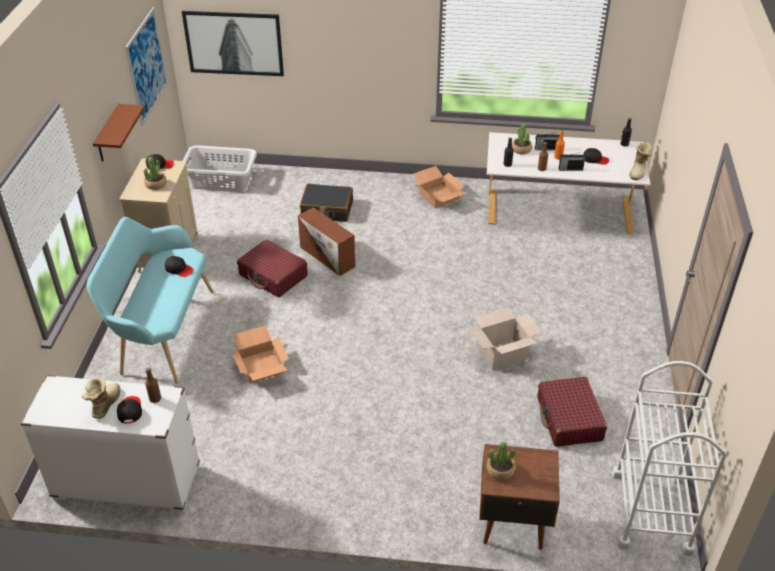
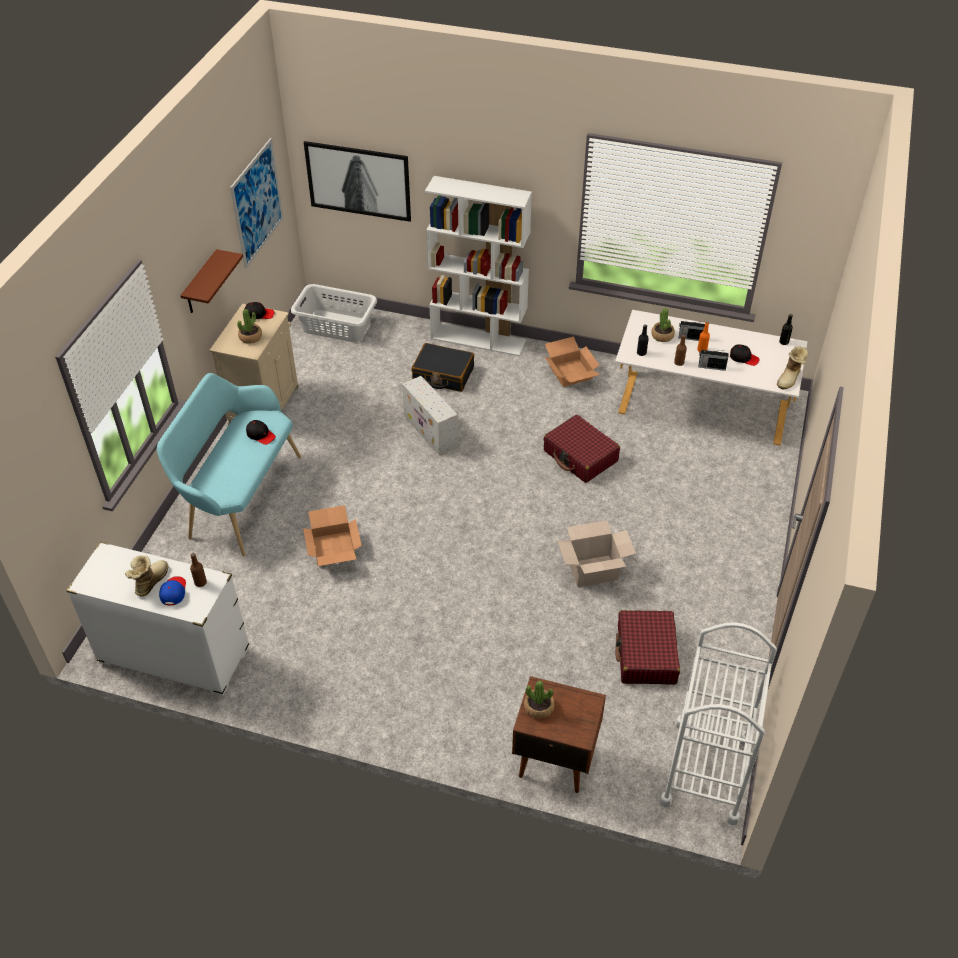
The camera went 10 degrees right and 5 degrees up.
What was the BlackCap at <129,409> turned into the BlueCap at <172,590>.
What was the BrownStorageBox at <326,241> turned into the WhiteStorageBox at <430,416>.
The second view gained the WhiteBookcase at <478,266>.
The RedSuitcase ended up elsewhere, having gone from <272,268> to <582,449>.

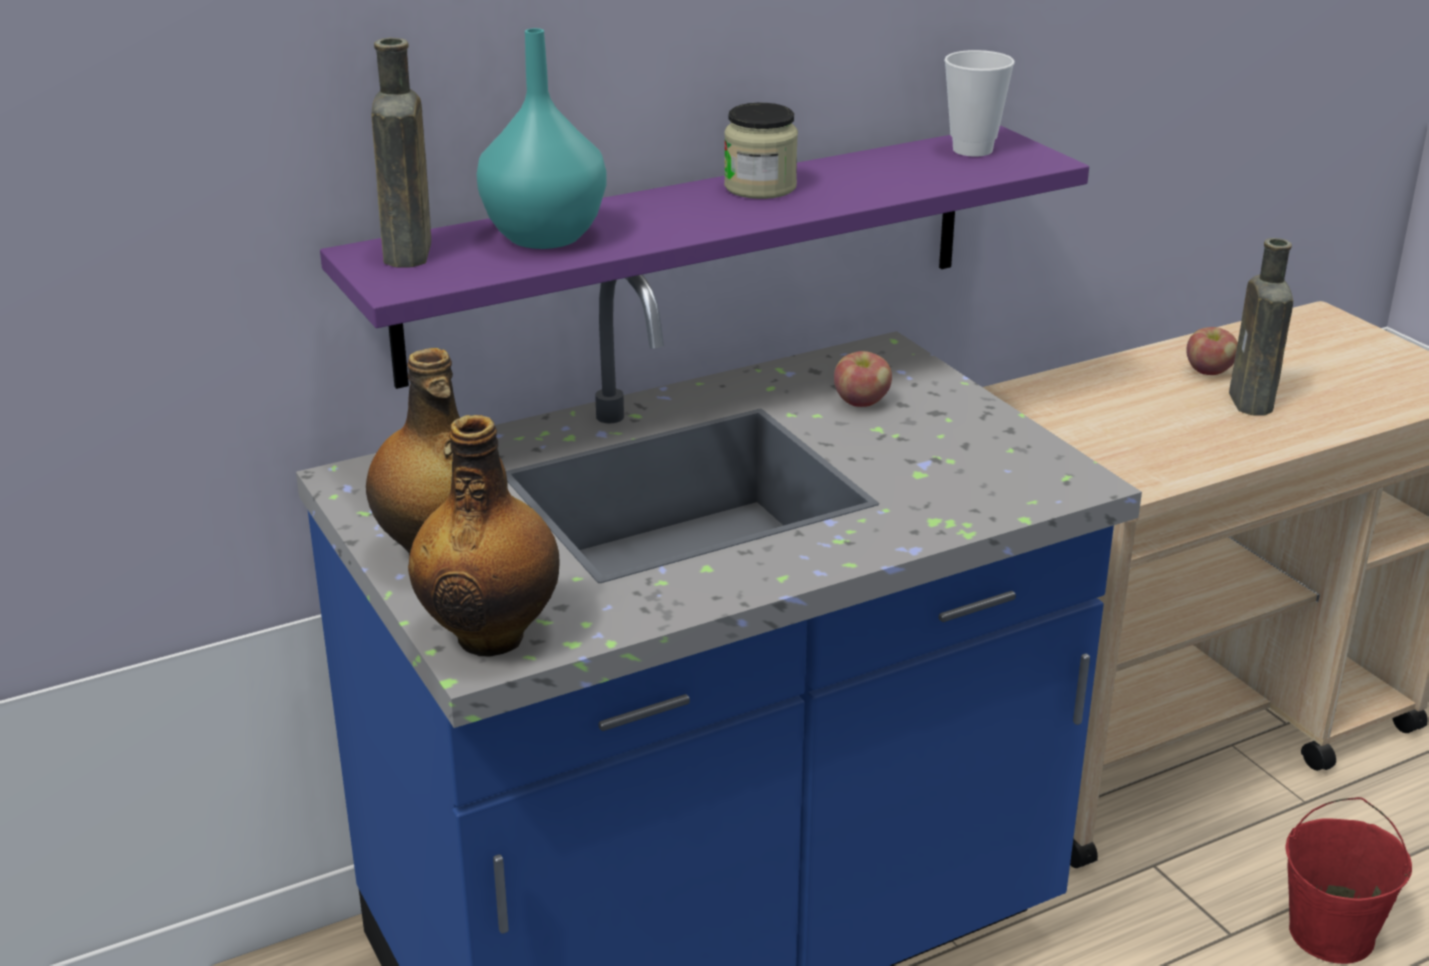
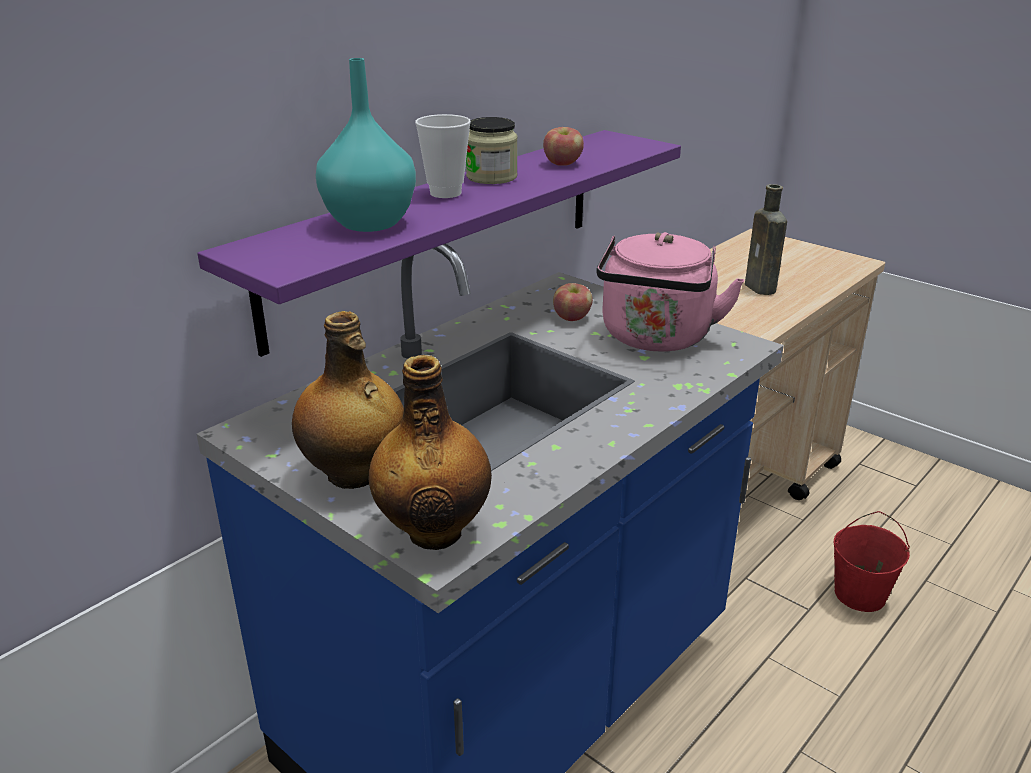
The camera went 20 degrees left and 0 degrees up.
The Cup ended up elsewhere, having gone from <979,103> to <443,156>.
The Apple ended up elsewhere, having gone from <1212,351> to <563,146>.
The second view gained the PinkKettle at <670,292>.
The second view lost the BrownBottle at <401,153>.

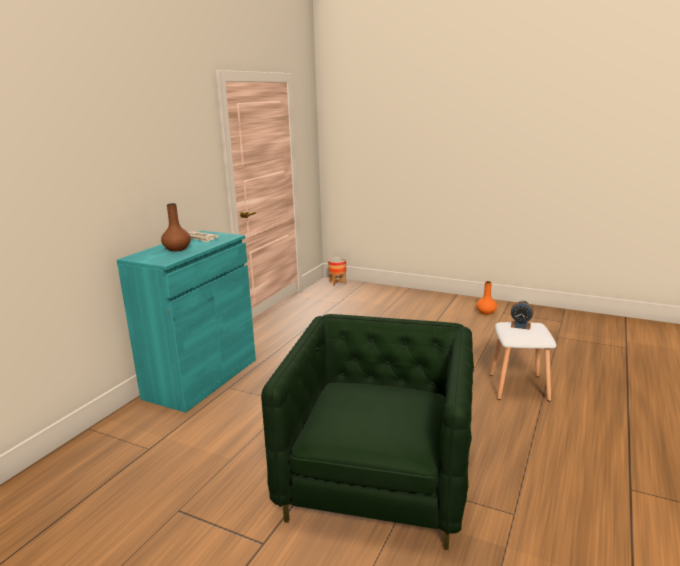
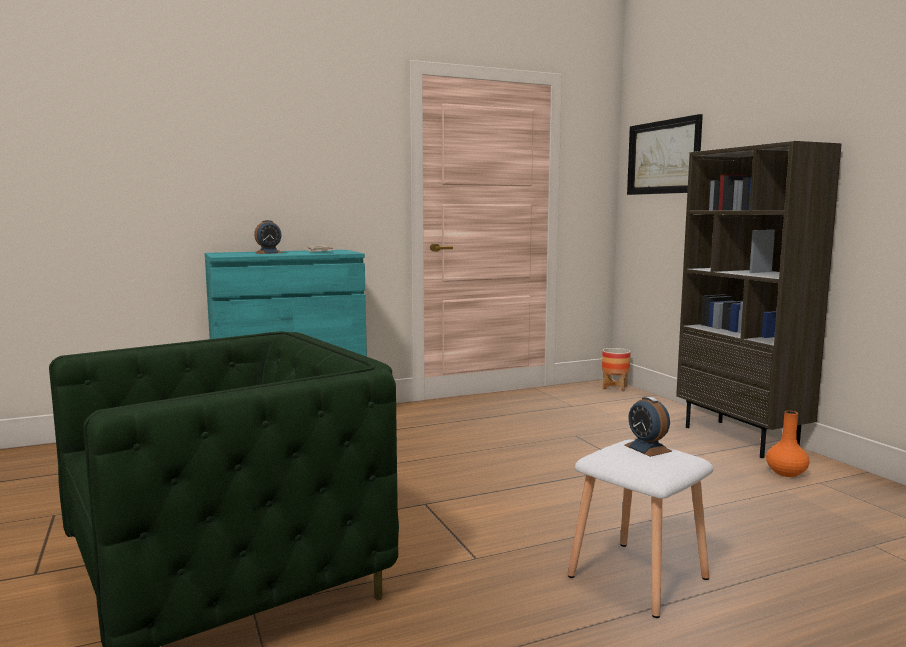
The camera went 40 degrees right and 10 degrees down.
Where the BrownVase stood at <176,227>, the AlarmClock came to stand at <268,237>.
The second view gained the Picture at <665,154>.
The second view gained the BrownBookcase at <759,299>.

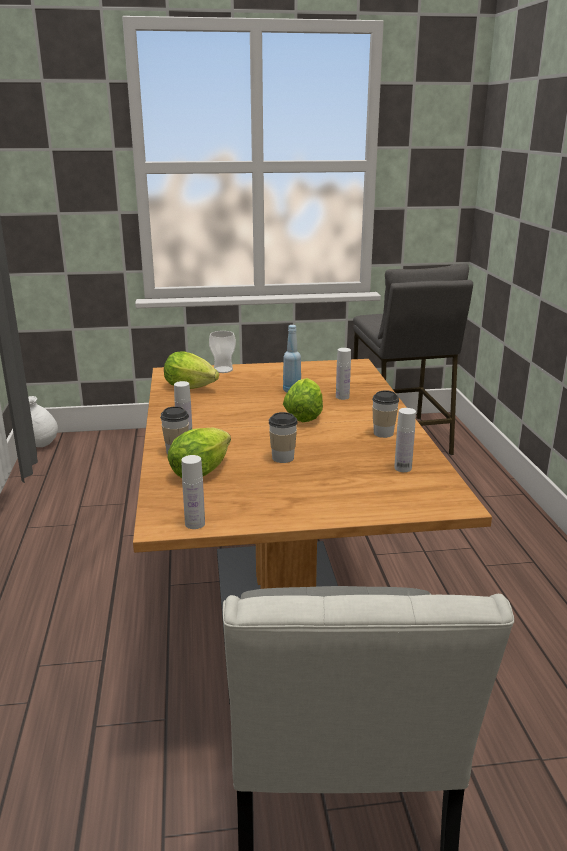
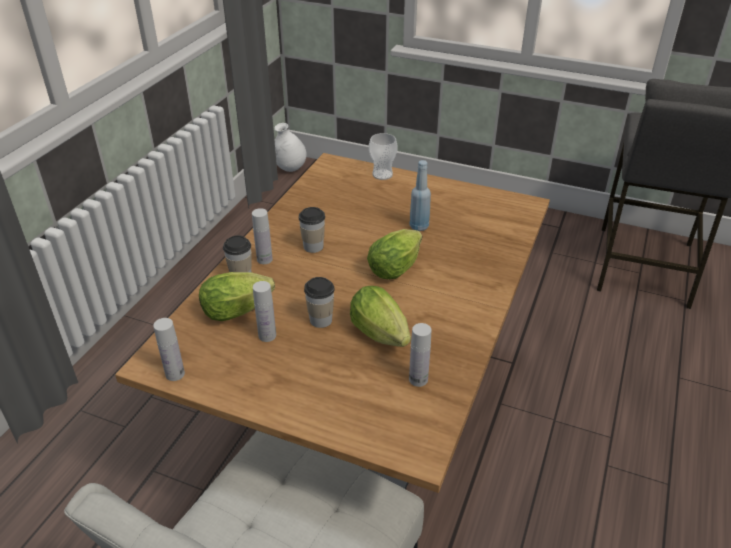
The camera went 30 degrees right and 15 degrees up.
The WhiteBottle ended up elsewhere, having gone from <343,374> to <264,311>.
The Cup ended up elsewhere, having gone from <385,414> to <312,230>.
The Lettuce ended up elsewhere, having gone from <191,370> to <380,316>.

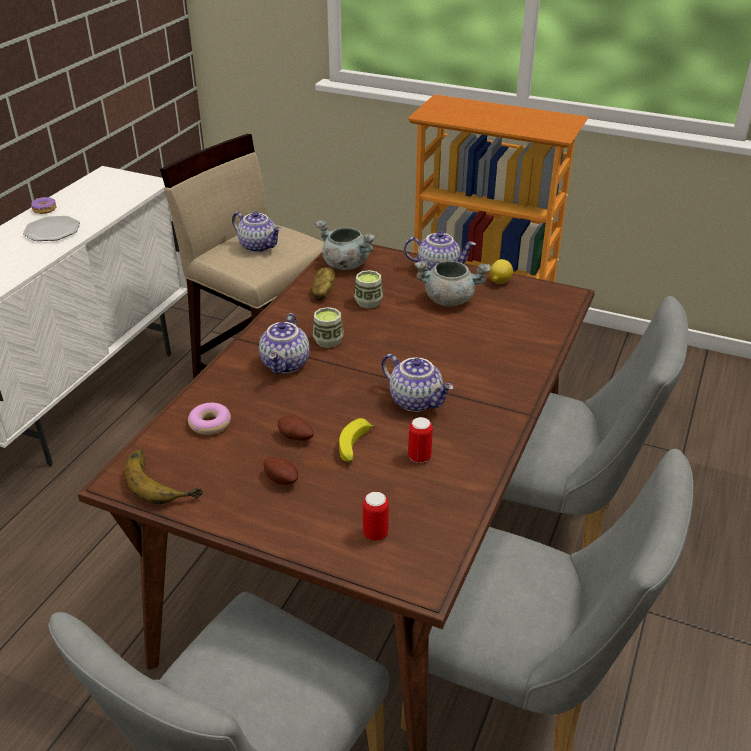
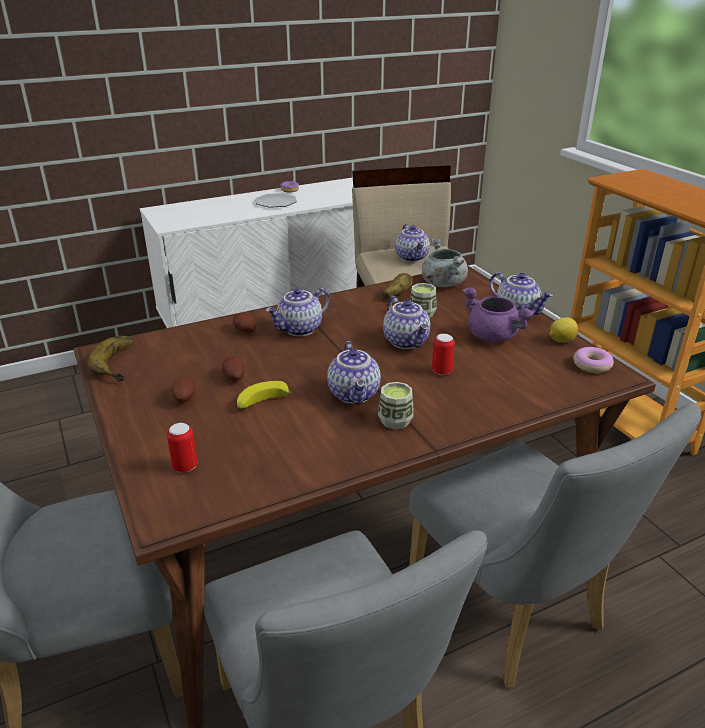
The camera went 40 degrees right and 5 degrees down.
The second view gained the Potato at <244,322>.
The Cup ended up elsewhere, having gone from <328,327> to <396,406>.
The second view gained the Teapot at <406,322>.
The Can ended up elsewhere, having gone from <420,440> to <443,354>.
What was the GreyCookingPot at <453,283> turned into the PurpleCookingPot at <499,314>.
The Donut ended up elsewhere, having gone from <209,419> to <593,360>.

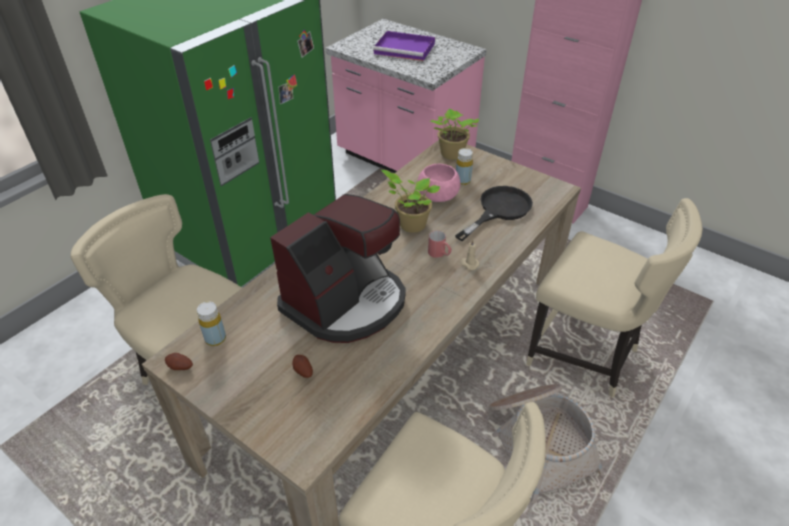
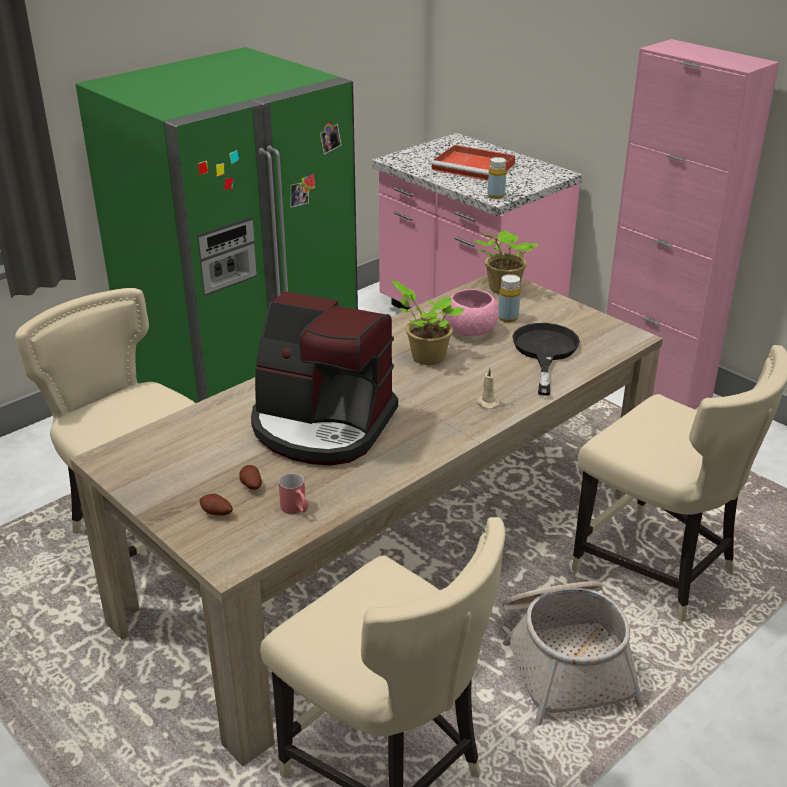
The camera went 10 degrees right and 10 degrees down.
The Potato ended up elsewhere, having gone from <179,361> to <216,505>.
The CoffeeMachine at <338,268> ended up facing another way, 60 degrees clockwise from before.
The RedMug ended up elsewhere, having gone from <440,244> to <294,493>.
What was the PurpleTray at <404,46> turned into the RedTray at <473,163>.
The YellowBottle ended up elsewhere, having gone from <211,323> to <497,178>.
The BlackFryingPan at <494,213> ended up facing another way, 45 degrees counterclockwise from before.

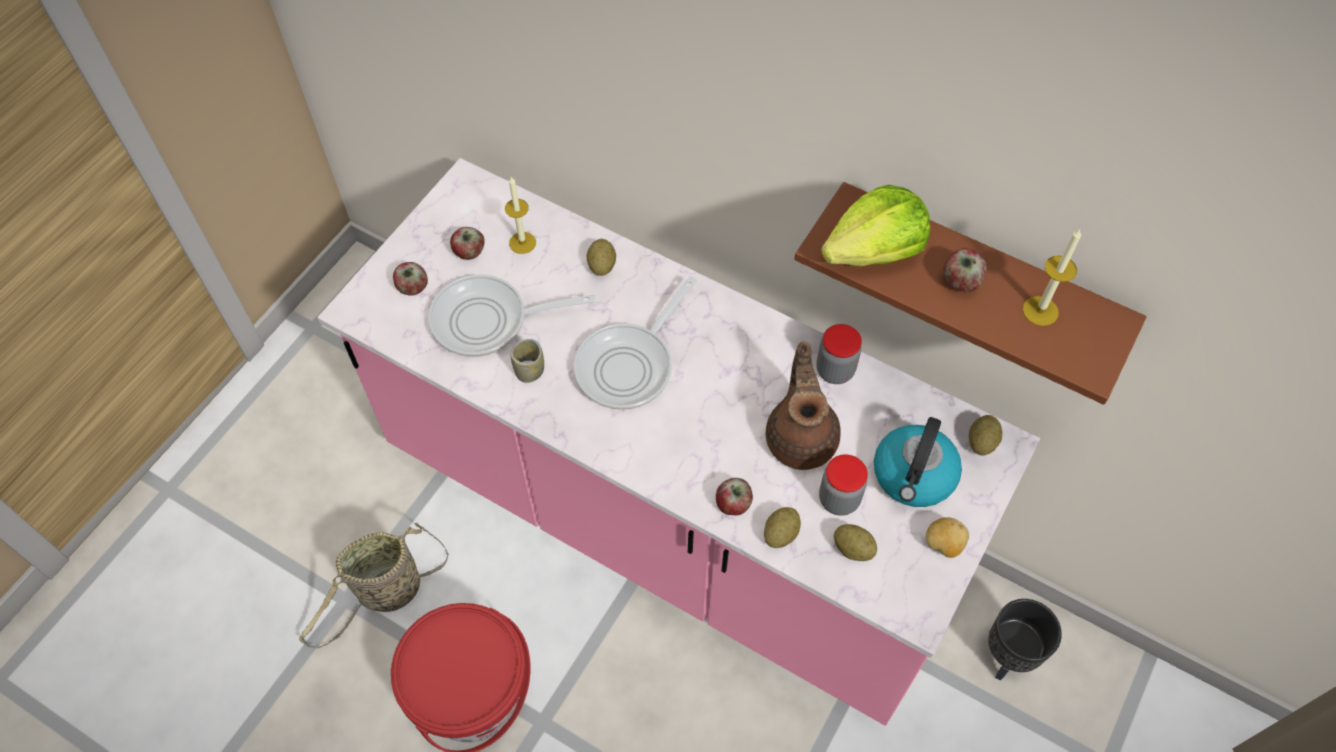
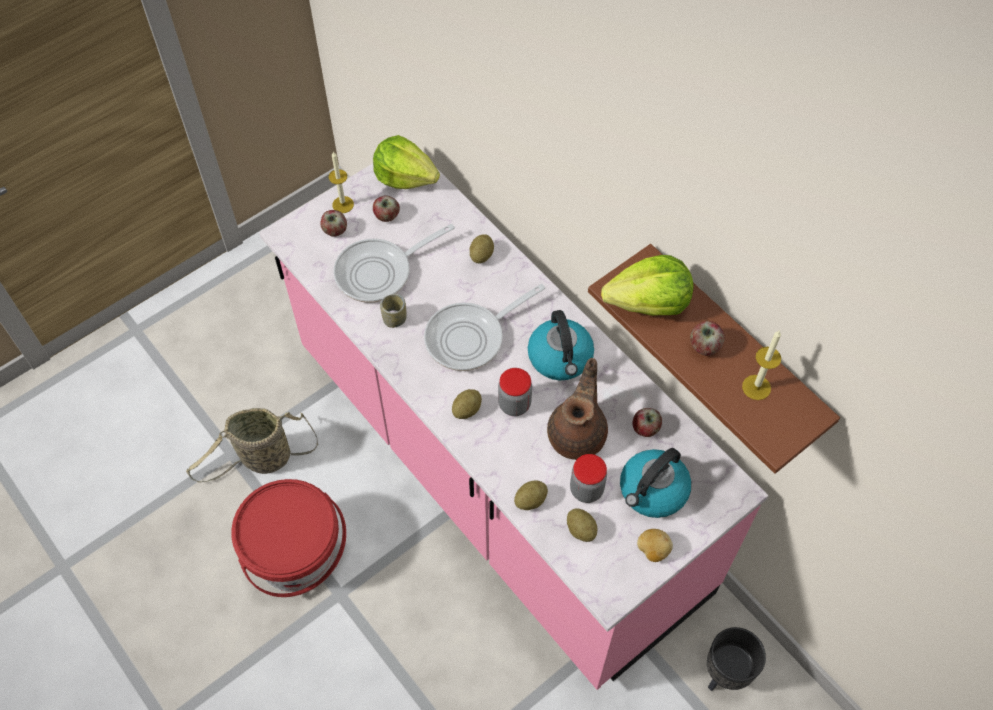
The camera went 20 degrees right and 0 degrees up.
The Candle ended up elsewhere, having gone from <520,215> to <341,182>.
The FryingPan at <512,316> ended up facing another way, 45 degrees counterclockwise from before.
The second view gained the Lettuce at <406,162>.
The Potato ended up elsewhere, having gone from <985,435> to <467,404>.
The Jar ended up elsewhere, having gone from <839,354> to <515,392>.
The second view gained the Kettle at <561,345>.
The Apple ended up elsewhere, having gone from <734,496> to <647,422>.

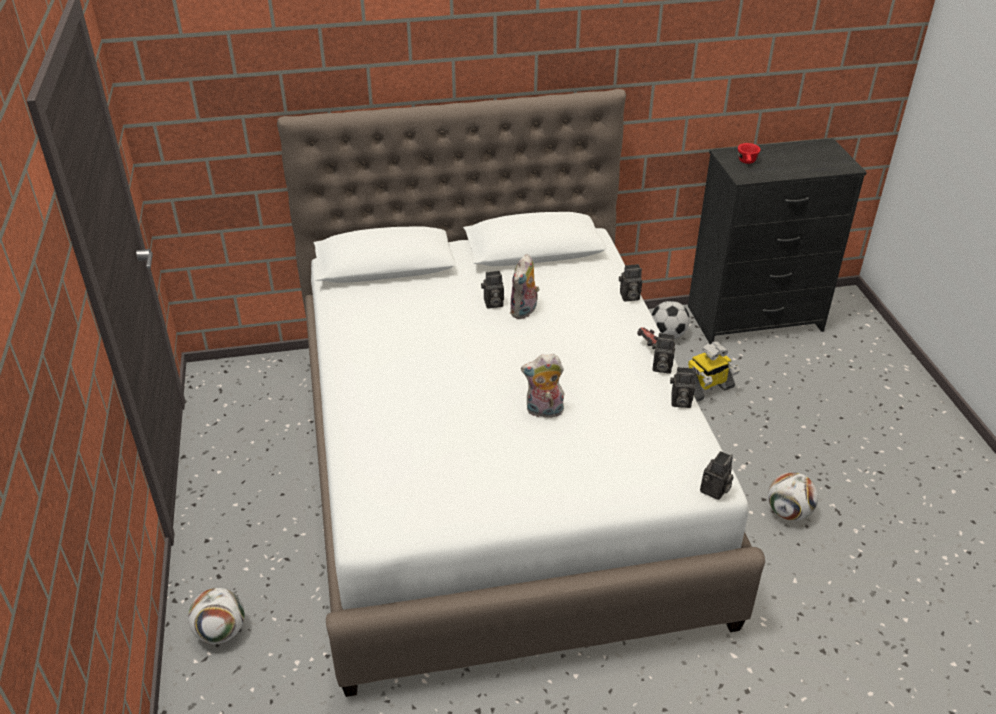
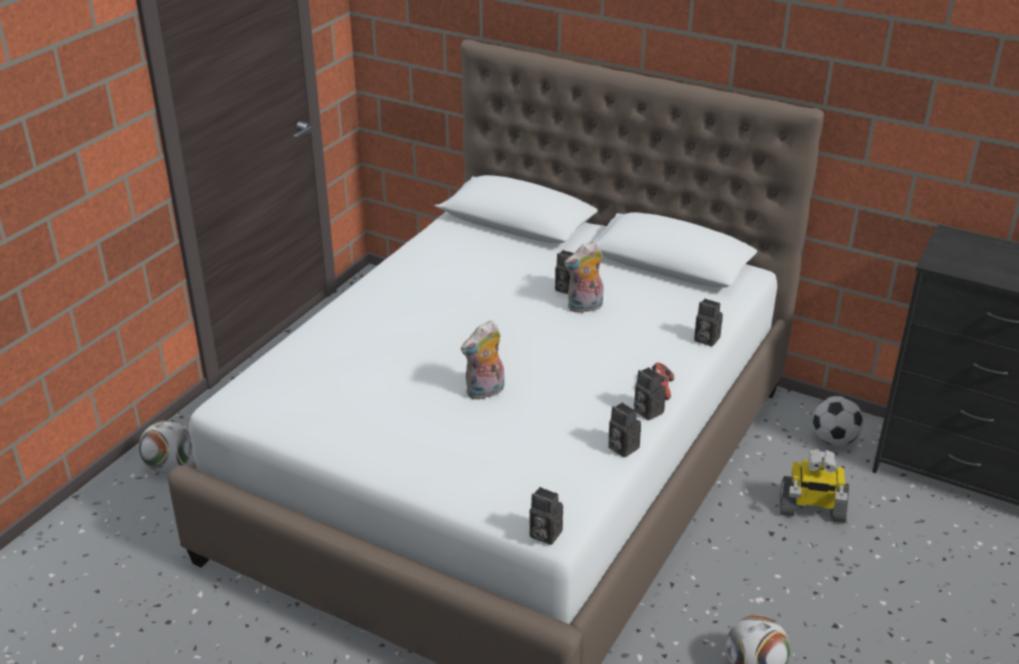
The camera went 40 degrees right and 5 degrees down.
The PlushToy at <542,386> ended up facing another way, 75 degrees counterclockwise from before.
The PhotoCamera at <716,475> ended up facing another way, 45 degrees clockwise from before.
The second view lost the RedCup at <749,153>.

